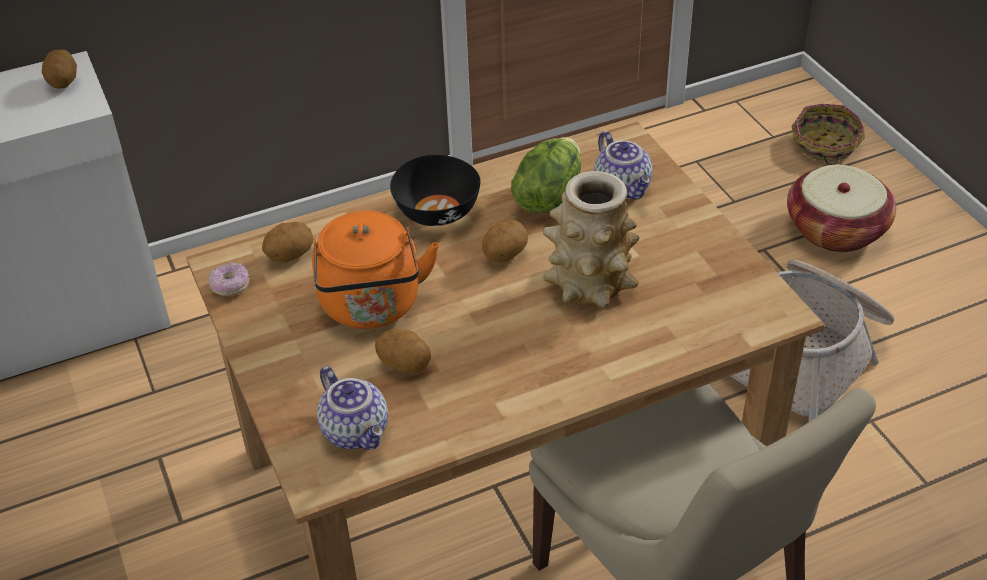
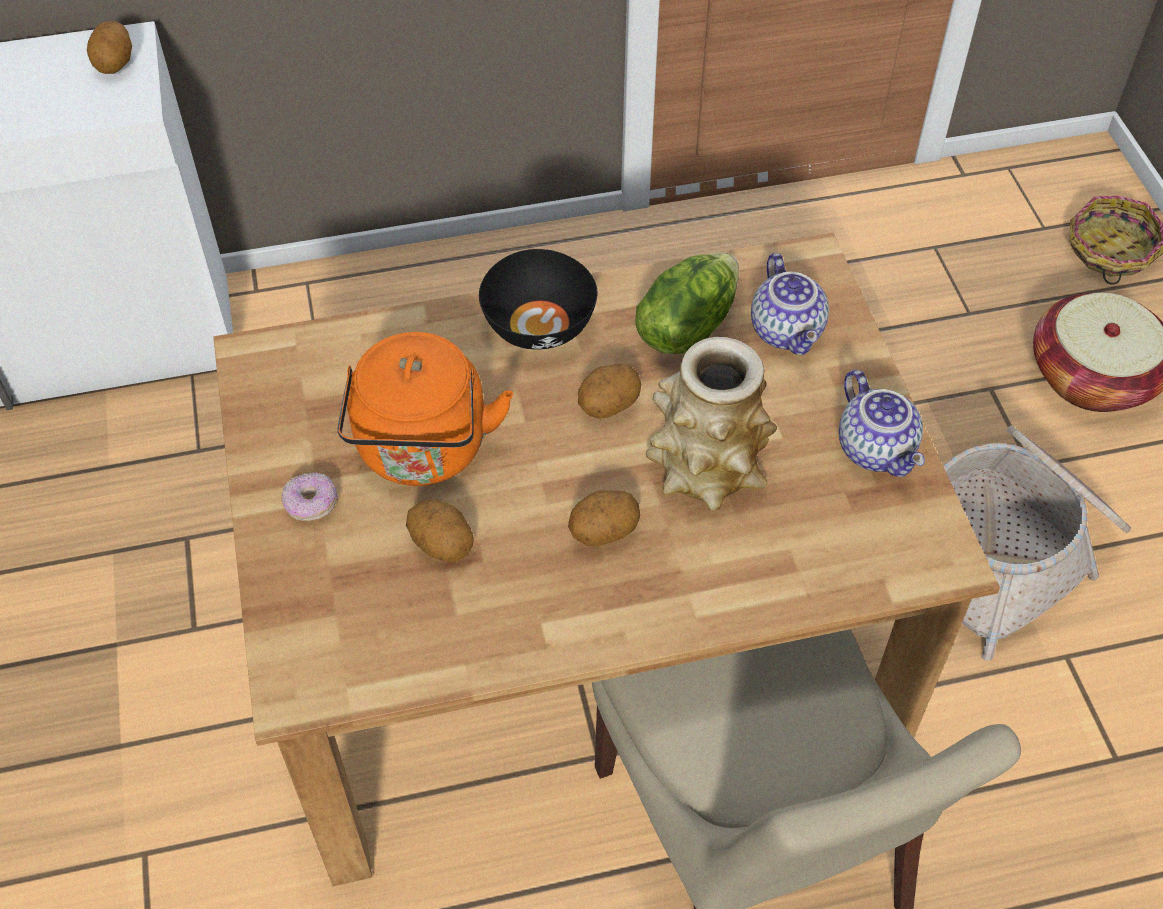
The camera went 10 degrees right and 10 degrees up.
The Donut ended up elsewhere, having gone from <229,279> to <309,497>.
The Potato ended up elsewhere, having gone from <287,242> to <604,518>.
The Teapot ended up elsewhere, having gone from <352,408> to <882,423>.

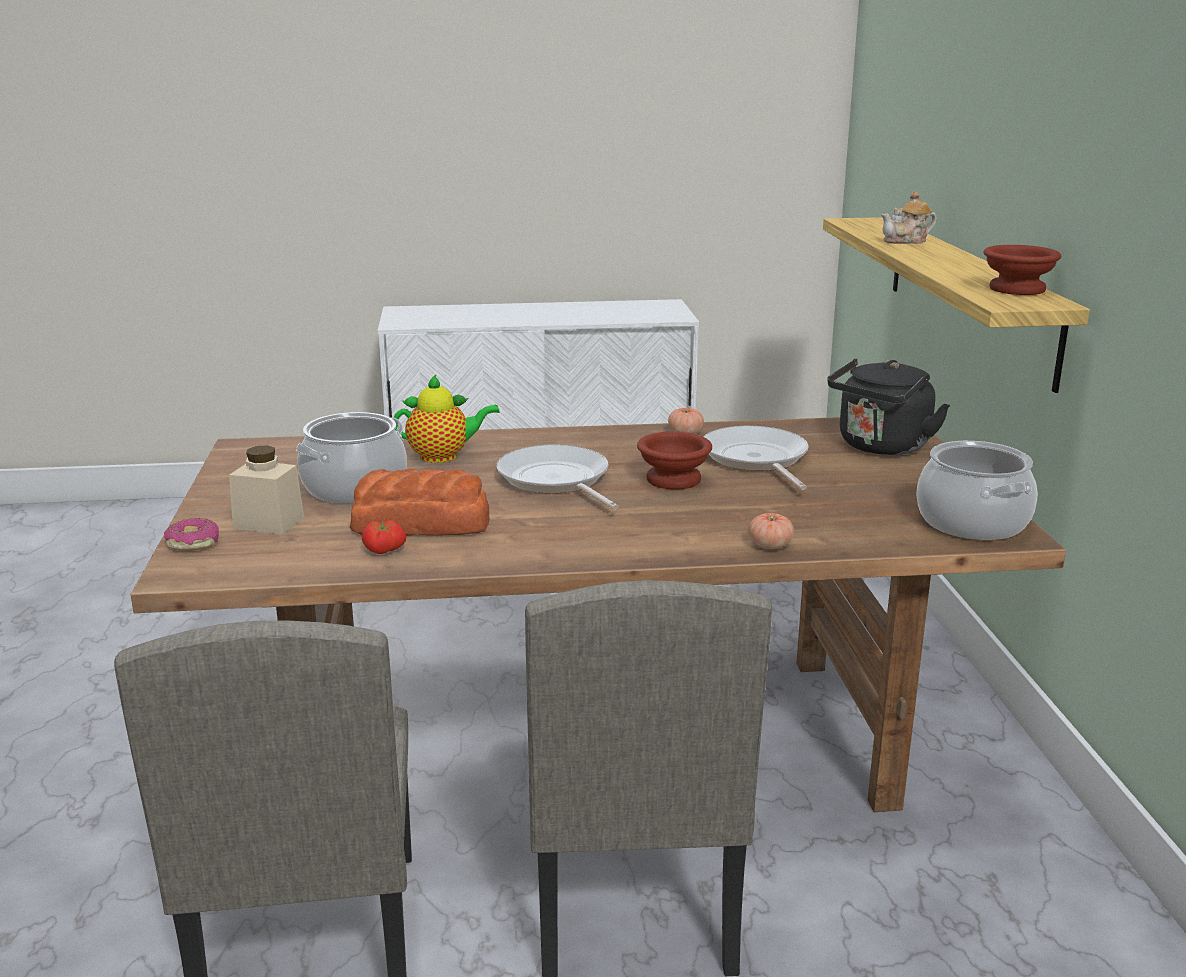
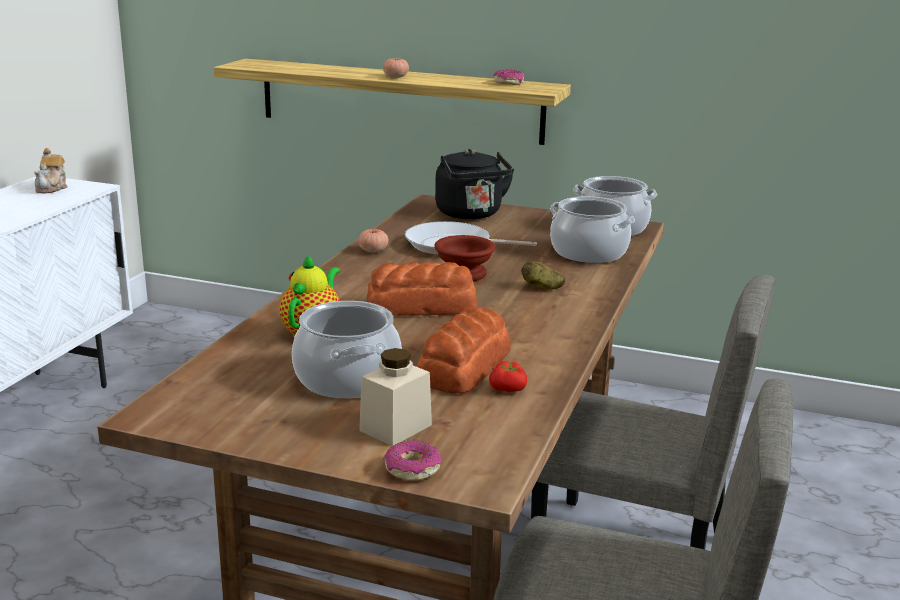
The camera went 65 degrees left and 0 degrees up.
The Teapot ended up elsewhere, having gone from <909,217> to <51,170>.
Where the FryingPan stood at <558,477>, the Bread came to stand at <422,289>.
The Tomato ended up elsewhere, having gone from <771,531> to <396,68>.
Where the BrownBowl stood at <1022,270>, the Donut came to stand at <509,77>.
The second view gained the Potato at <543,275>.
The second view gained the CookingPot at <592,229>.

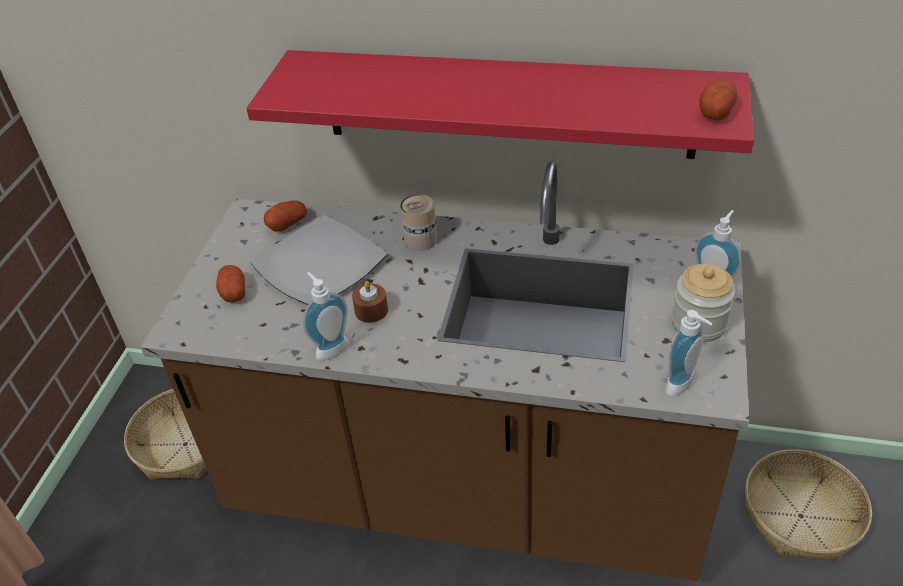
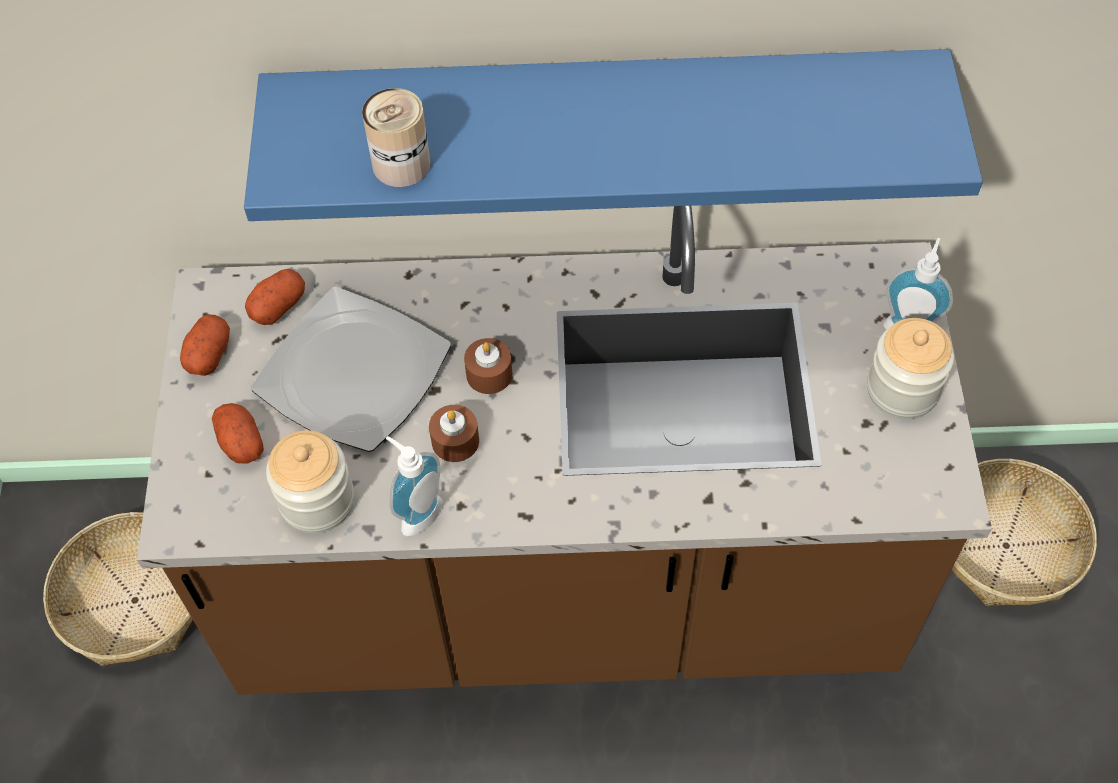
The camera went 15 degrees left and 15 degrees up.
The Potato ended up elsewhere, having gone from <718,99> to <205,345>.
What was the RedShelf at <500,104> turned into the BlueShelf at <613,135>.
The second view gained the Jar at <310,481>.
The Can ended up elsewhere, having gone from <418,222> to <396,137>.
The second view gained the BrownCandle at <488,366>.
The second view lost the SoapDispenser at <688,353>.

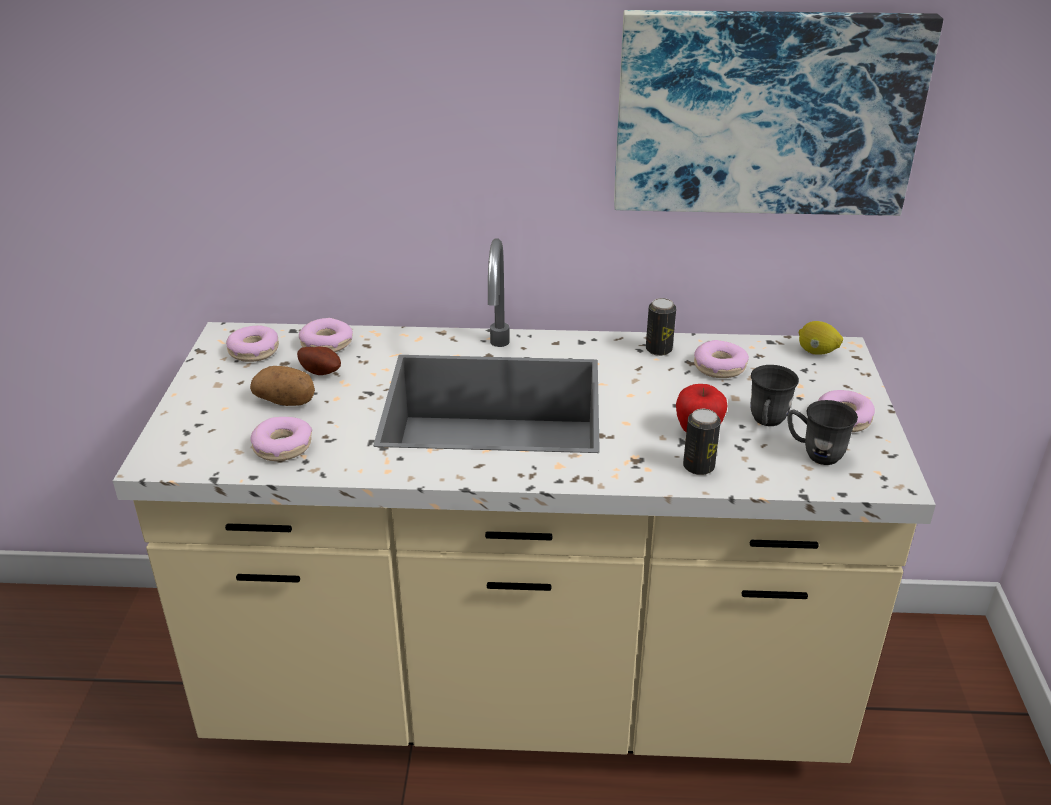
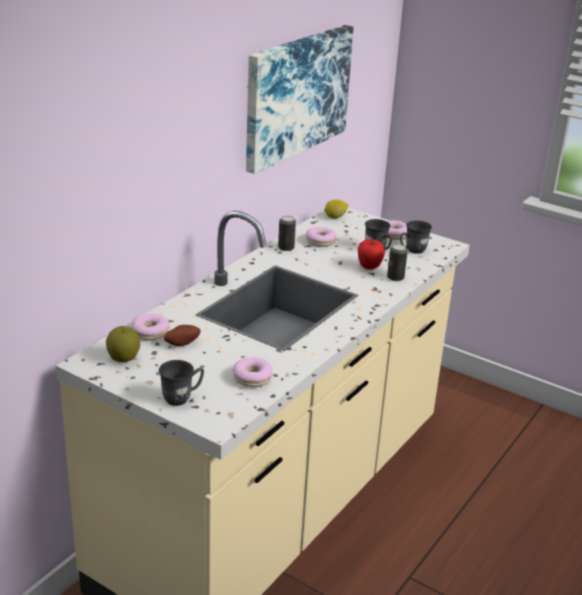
The camera went 60 degrees left and 5 degrees down.
Where the Donut stood at <252,343>, the Apple came to stand at <123,344>.
The second view gained the GreyMug at <181,383>.
The second view lost the Potato at <282,386>.

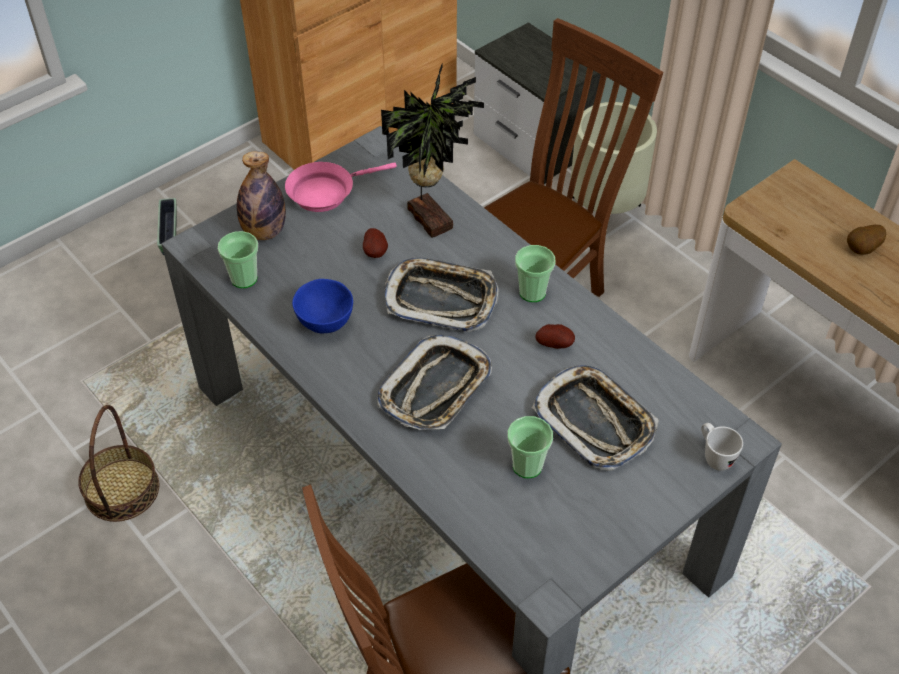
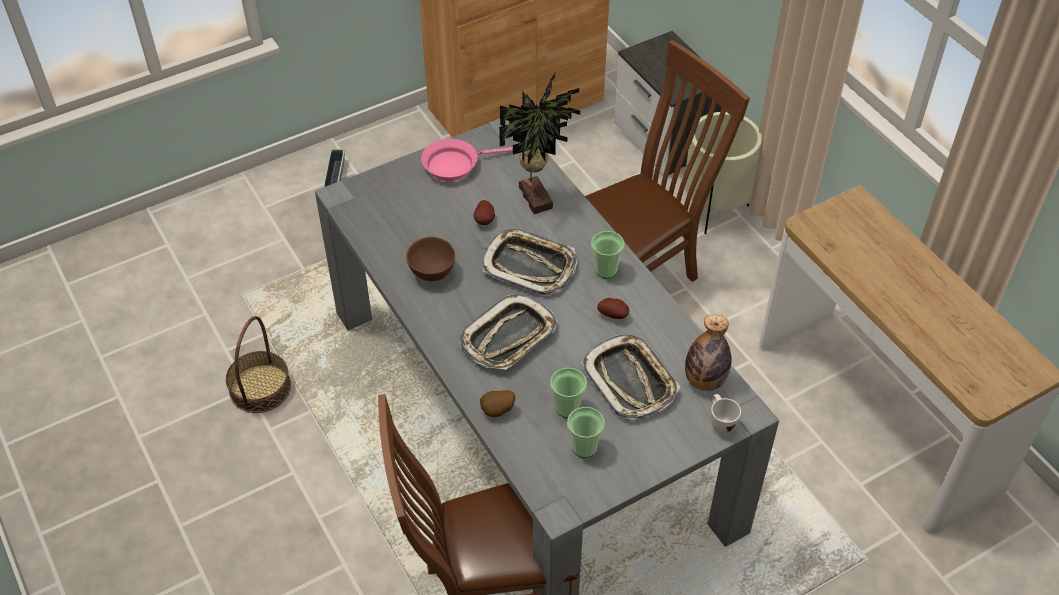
The camera went 10 degrees right and 0 degrees up.
What was the BlueBowl at <322,306> turned into the BrownBowl at <430,259>.
The Potato ended up elsewhere, having gone from <866,240> to <497,403>.
The Cup ended up elsewhere, having gone from <238,259> to <586,432>.
The Bottle ended up elsewhere, having gone from <261,195> to <708,352>.

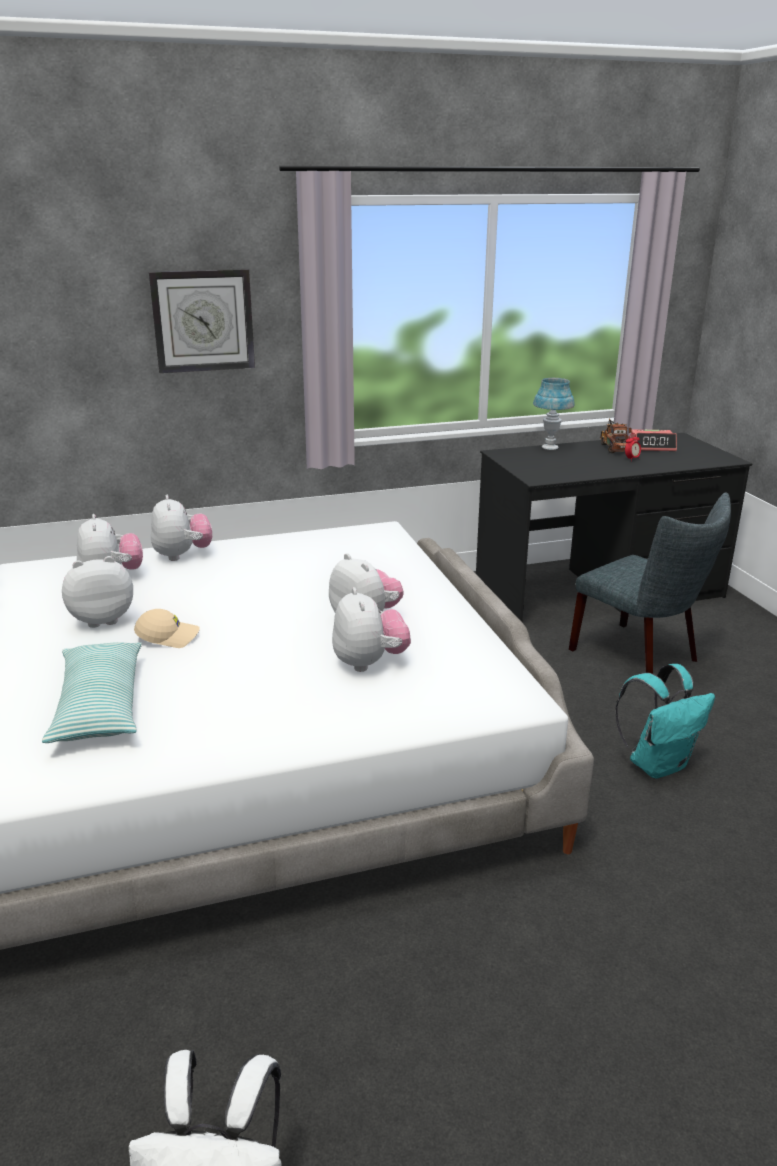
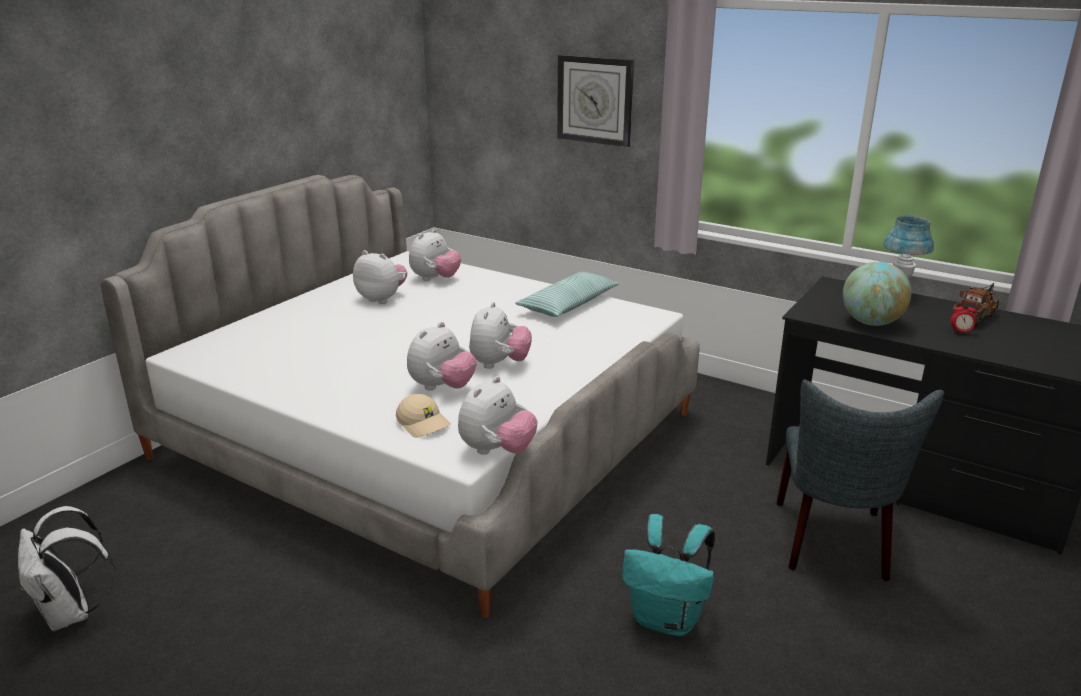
The camera went 50 degrees right and 0 degrees up.
The BeigeCap ended up elsewhere, having gone from <167,628> to <423,416>.
The PlushToy ended up elsewhere, having gone from <181,528> to <498,415>.
The Pillow ended up elsewhere, having gone from <92,692> to <567,294>.
The second view gained the Globe at <877,294>.
The second view lost the AlarmClock at <653,440>.

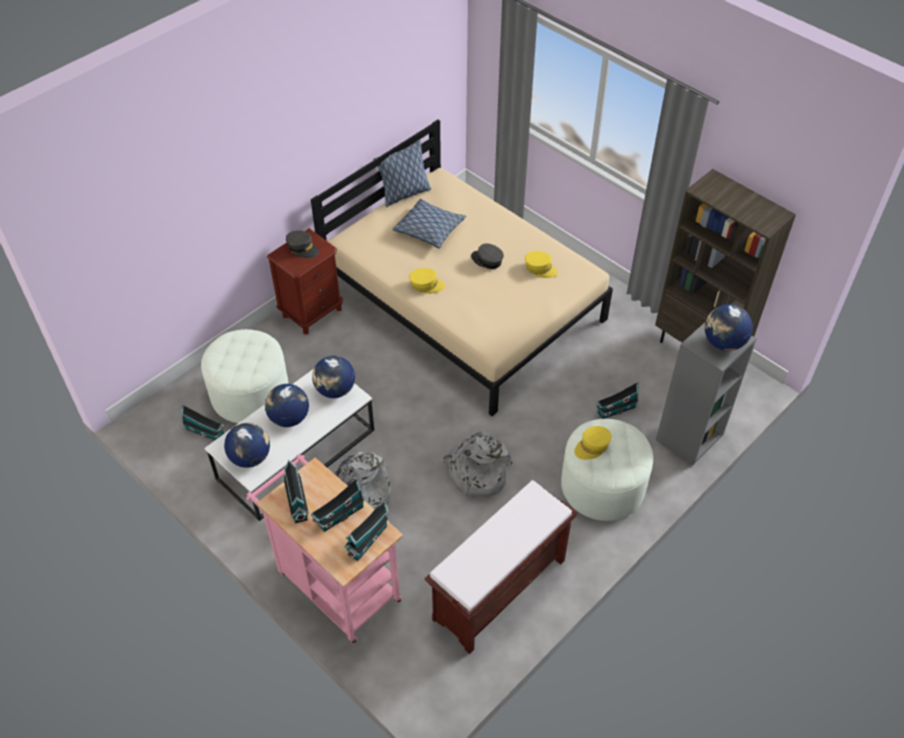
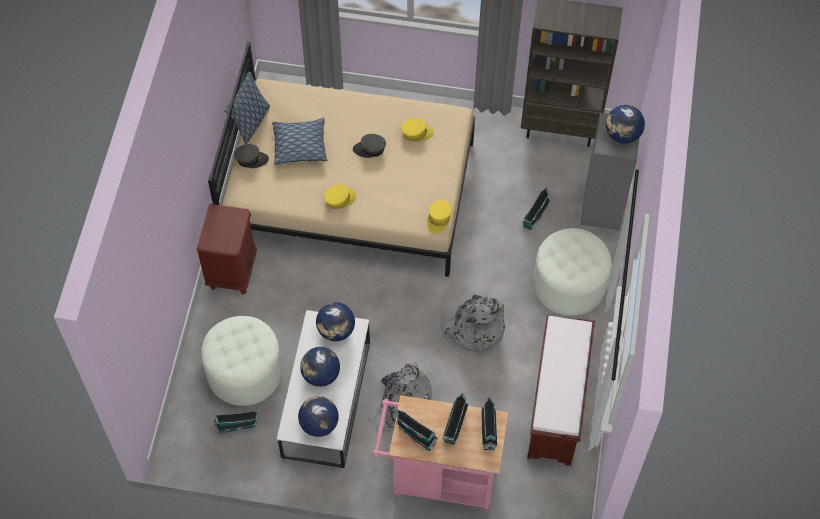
The camera went 35 degrees left and 10 degrees up.
The GreyCap ended up elsewhere, having gone from <302,244> to <251,156>.
The YellowCap ended up elsewhere, having gone from <592,443> to <439,217>.

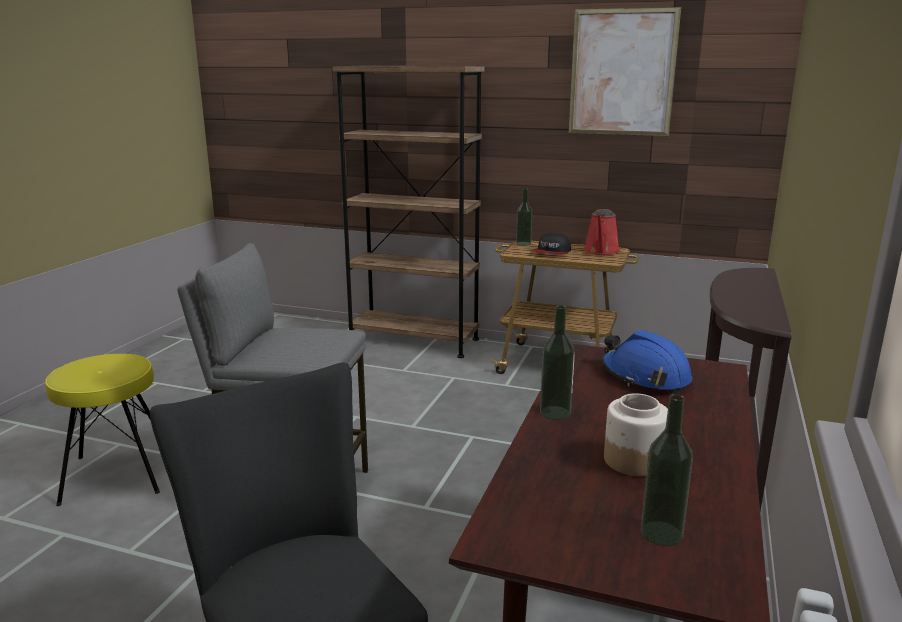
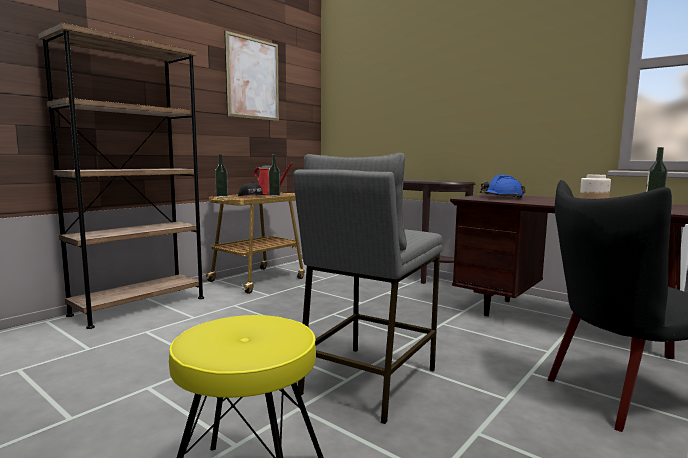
The camera went 70 degrees left and 10 degrees down.
The Bottle ended up elsewhere, having gone from <557,362> to <274,175>.

